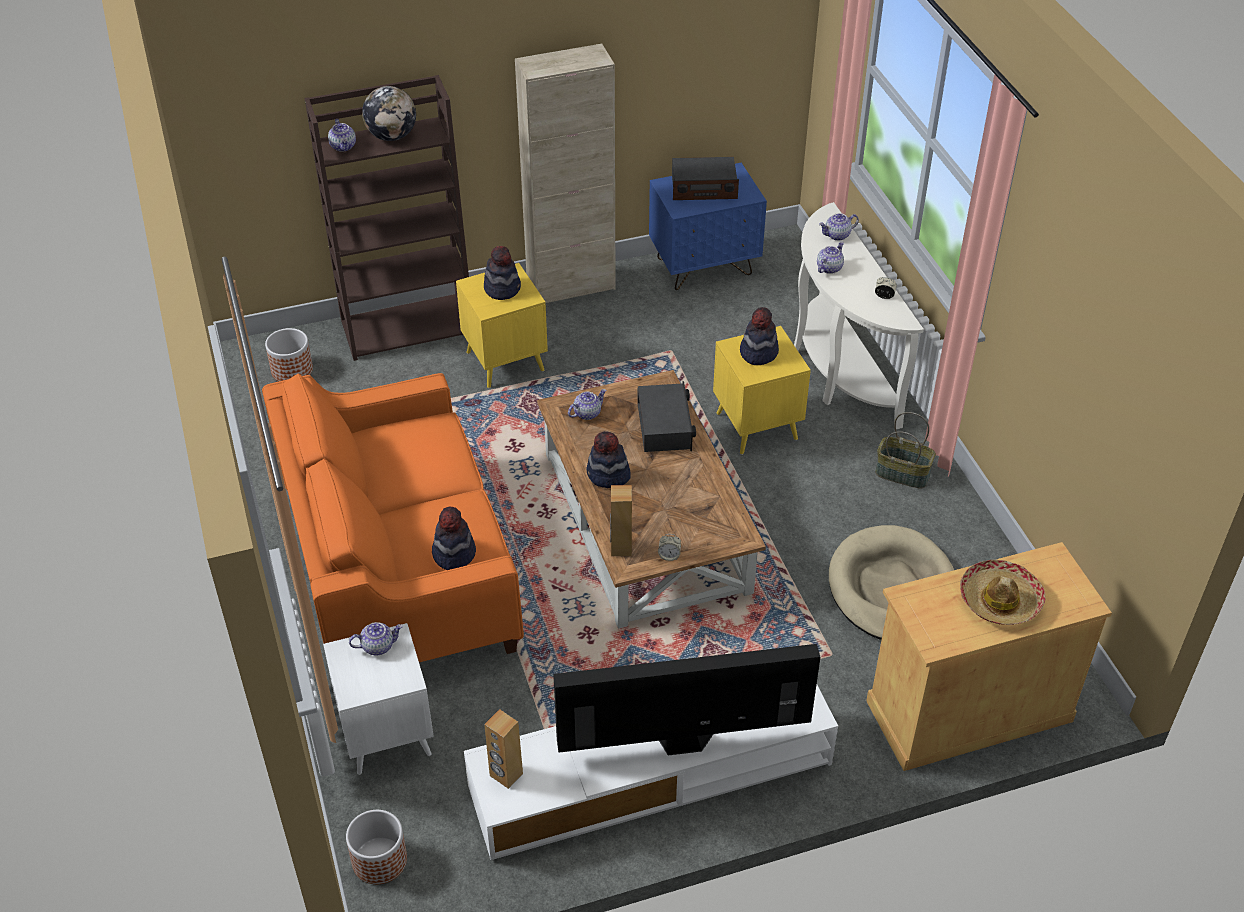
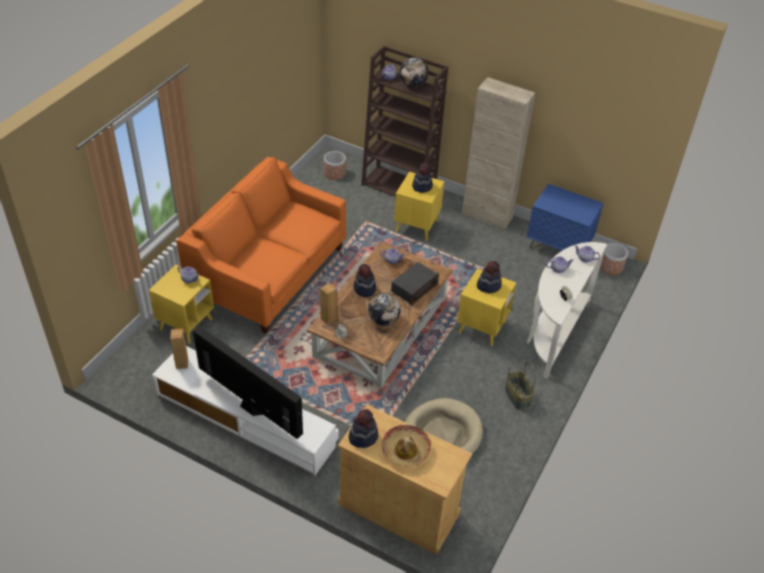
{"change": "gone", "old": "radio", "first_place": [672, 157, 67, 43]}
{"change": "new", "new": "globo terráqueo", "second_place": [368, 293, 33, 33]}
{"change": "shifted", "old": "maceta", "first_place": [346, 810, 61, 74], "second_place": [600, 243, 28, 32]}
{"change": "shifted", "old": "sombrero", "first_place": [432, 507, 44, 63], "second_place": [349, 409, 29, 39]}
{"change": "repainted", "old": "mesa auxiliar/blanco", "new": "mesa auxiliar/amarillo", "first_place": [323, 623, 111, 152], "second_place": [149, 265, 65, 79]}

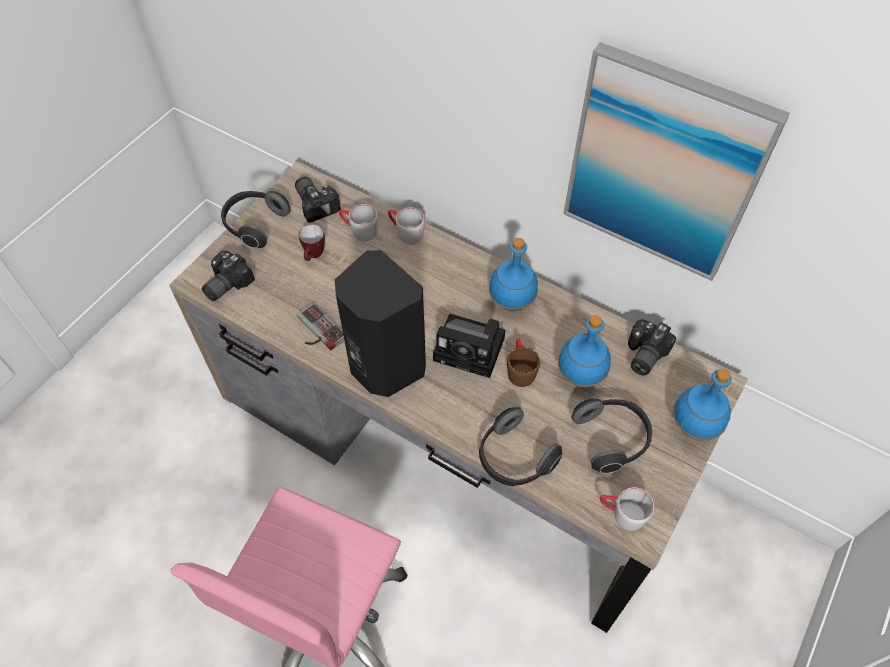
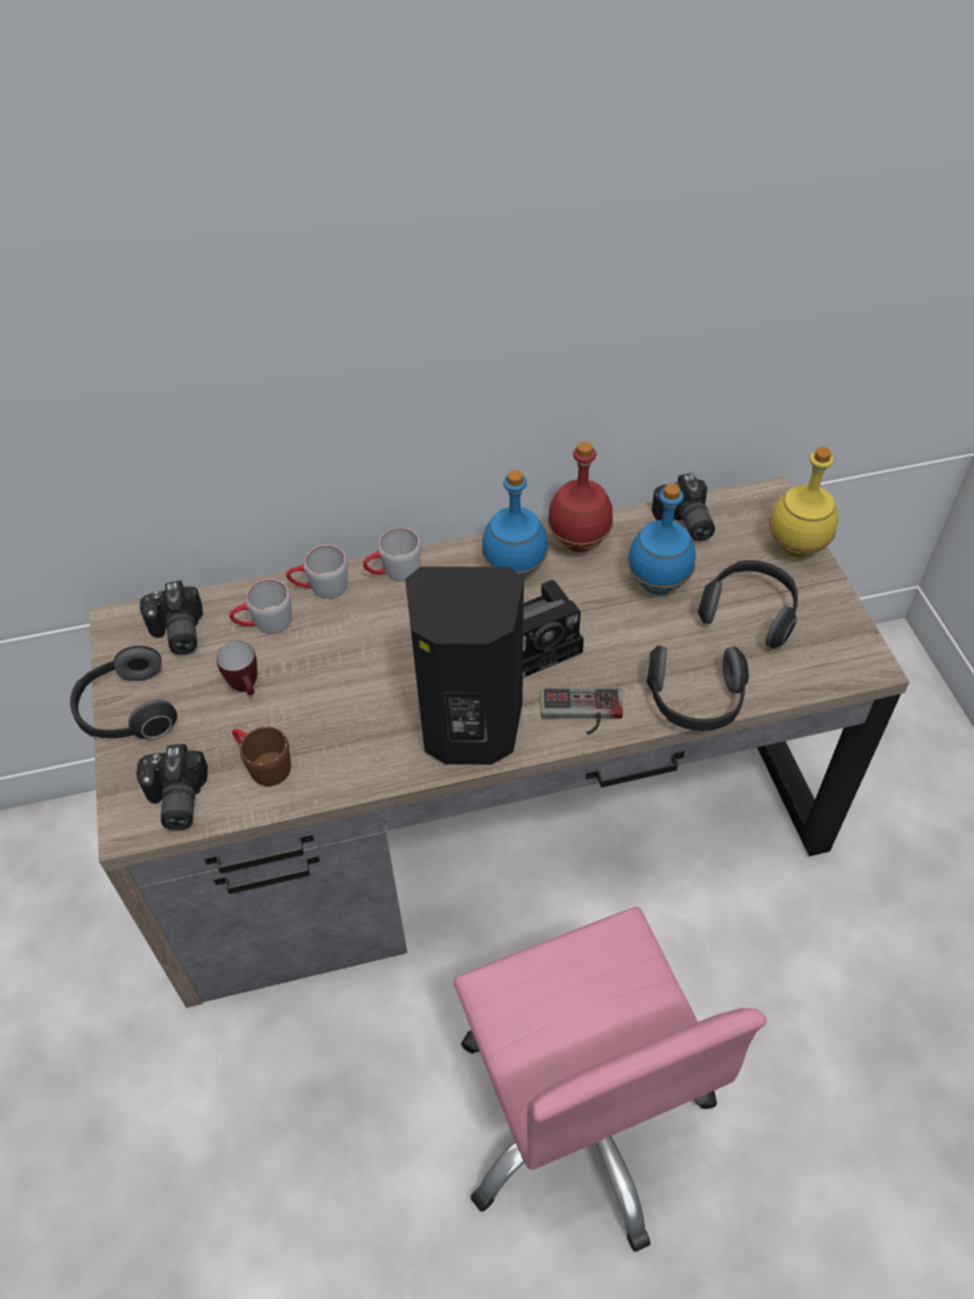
{"change": "gone", "old": "cuadro", "first_place": [563, 42, 227, 239]}
{"change": "new", "new": "botella/rojo", "second_place": [548, 442, 65, 110]}
{"change": "shifted", "old": "mando de consola", "first_place": [297, 303, 47, 47], "second_place": [540, 688, 83, 47]}
{"change": "shifted", "old": "taza grande/marrón", "first_place": [507, 338, 33, 49], "second_place": [232, 726, 59, 60]}
{"change": "shifted", "old": "taza grande/gris", "first_place": [599, 487, 55, 44], "second_place": [363, 528, 58, 53]}
{"change": "repainted", "old": "botella/azul", "new": "botella/amarillo", "first_place": [673, 369, 59, 72], "second_place": [769, 447, 69, 111]}
{"change": "rotated", "old": "cámara", "first_place": [295, 177, 46, 46], "second_place": [140, 581, 63, 74], "degrees": -120}

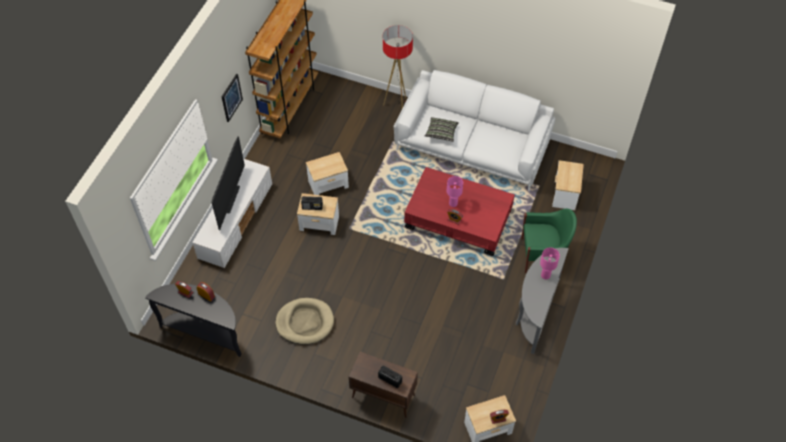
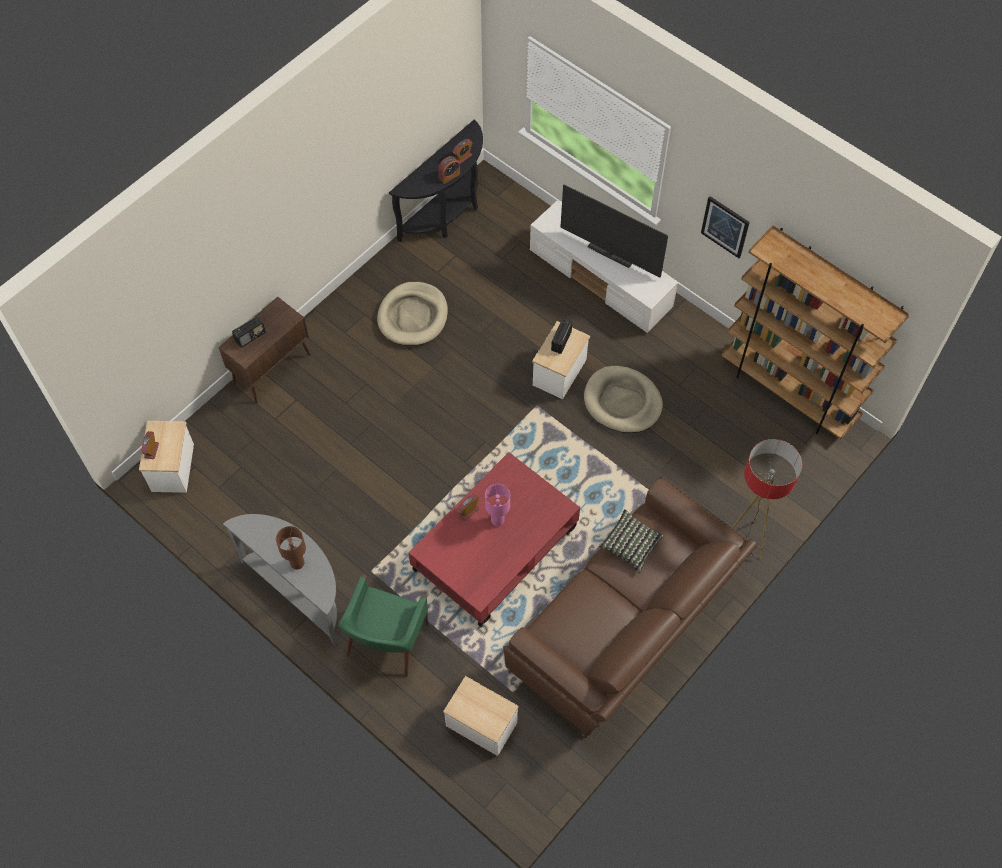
{"change": "swapped", "old": "mesa auxiliar", "new": "cama para perro/beis", "first_place": [306, 152, 43, 43], "second_place": [584, 366, 79, 67]}
{"change": "repainted", "old": "sofá/blanco", "new": "sofá/marrón", "first_place": [394, 70, 161, 121], "second_place": [503, 477, 254, 261]}
{"change": "repainted", "old": "lámpara de mesa/rosa", "new": "lámpara de mesa/marrón", "first_place": [540, 248, 20, 32], "second_place": [276, 526, 30, 44]}

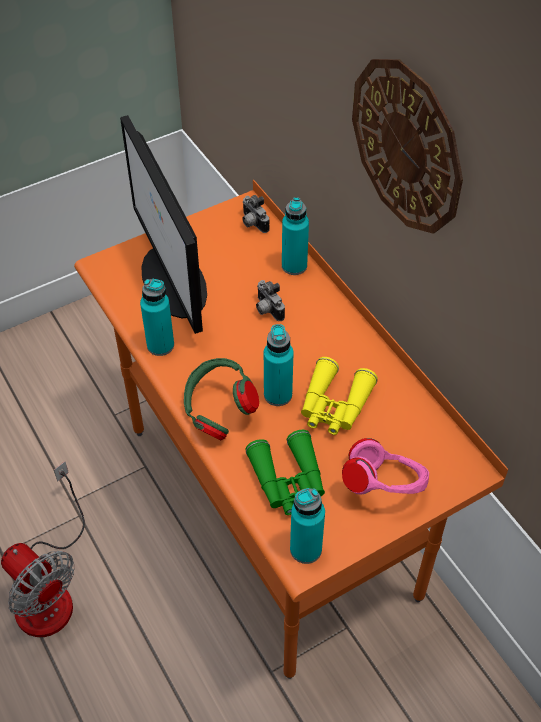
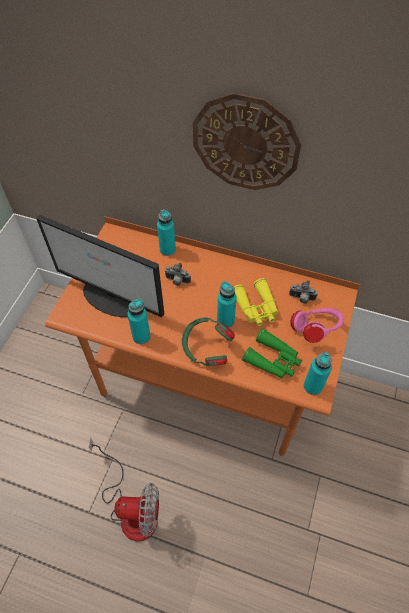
{"change": "shifted", "old": "cámara", "first_place": [242, 195, 27, 38], "second_place": [289, 280, 29, 24]}

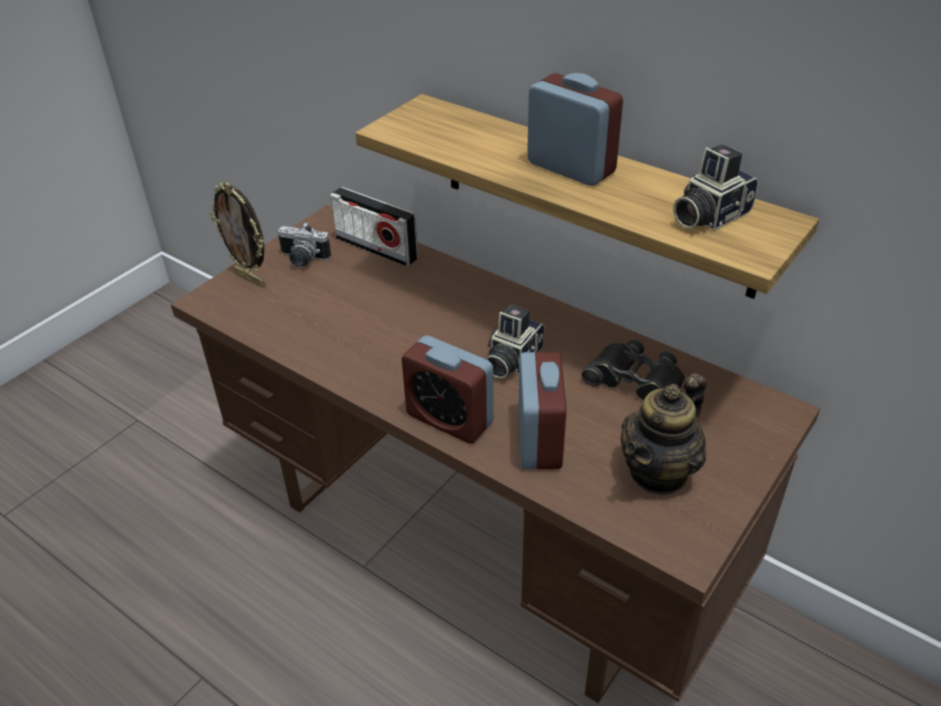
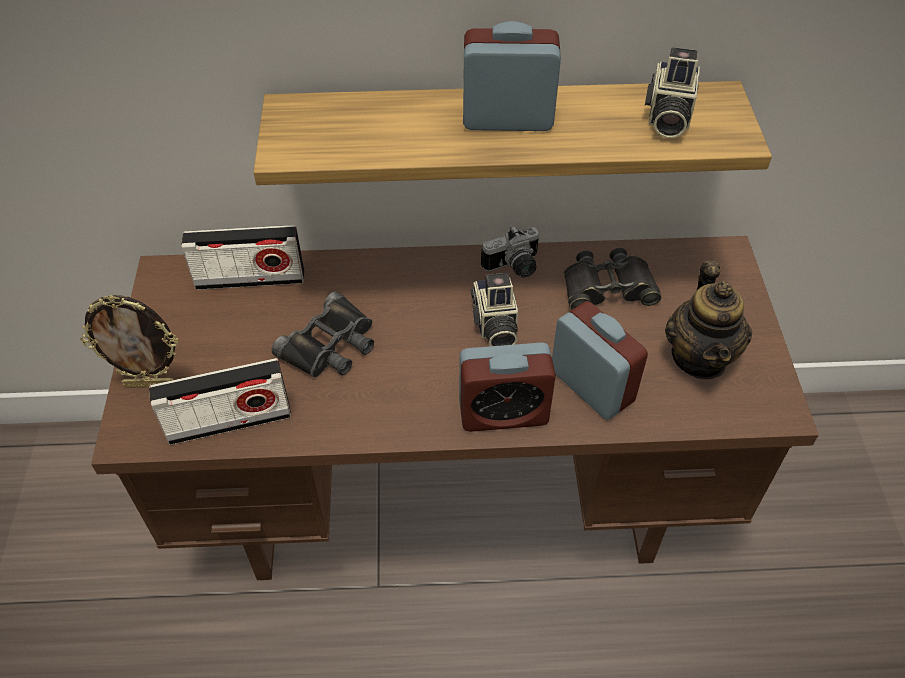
{"change": "new", "new": "radio", "second_place": [149, 358, 142, 87]}
{"change": "new", "new": "prismáticos/negro", "second_place": [272, 291, 102, 86]}
{"change": "shifted", "old": "cámara", "first_place": [278, 222, 53, 45], "second_place": [481, 226, 59, 52]}

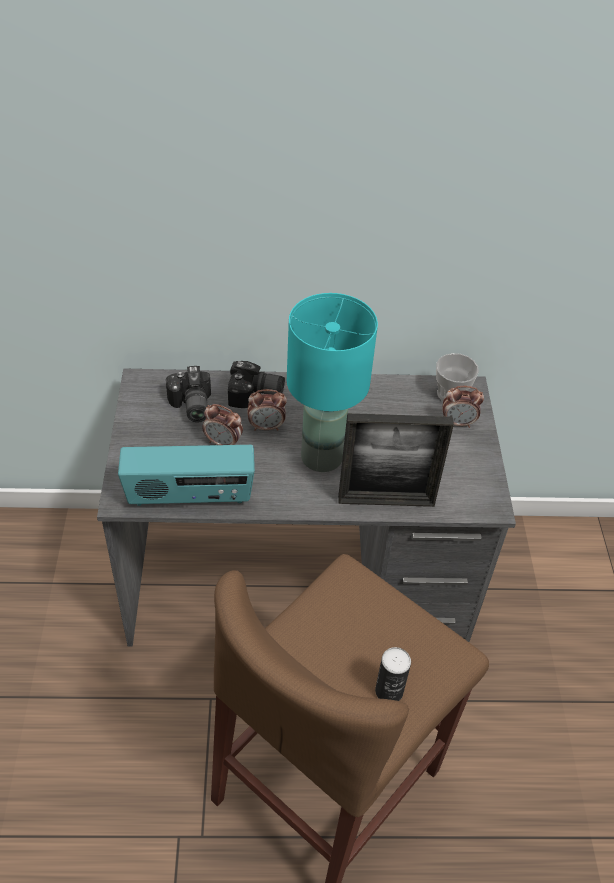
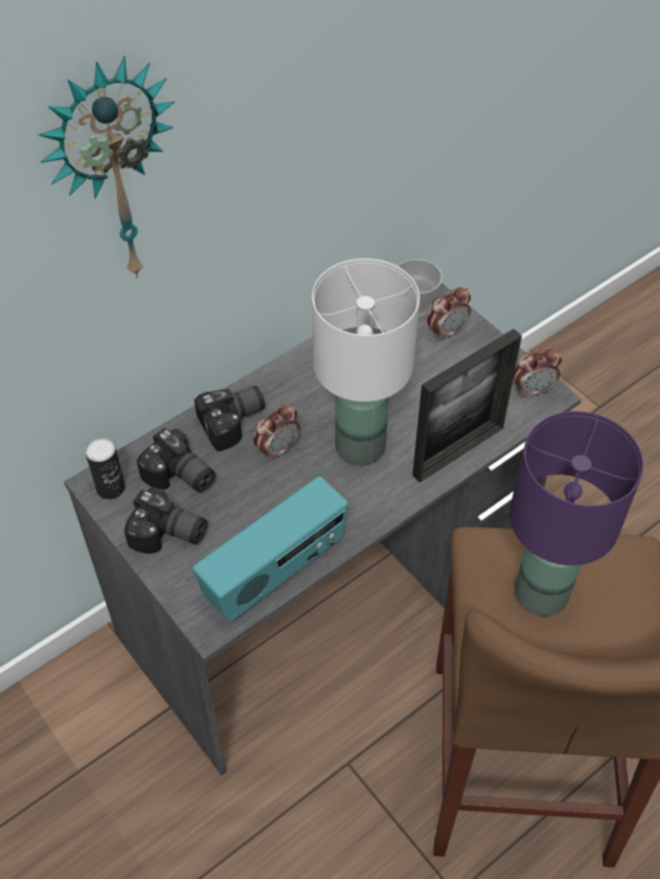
{"change": "new", "new": "reloj de pared", "second_place": [39, 56, 135, 222]}
{"change": "new", "new": "cámara", "second_place": [124, 487, 84, 67]}
{"change": "new", "new": "lámpara de mesa/morado", "second_place": [510, 411, 133, 205]}
{"change": "shifted", "old": "despertador", "first_place": [202, 404, 41, 41], "second_place": [513, 348, 49, 50]}
{"change": "shifted", "old": "lata", "first_place": [375, 647, 36, 54], "second_place": [85, 437, 40, 62]}
{"change": "repainted", "old": "lámpara de mesa/turquesa", "new": "lámpara de mesa/blanco", "first_place": [287, 293, 91, 179], "second_place": [312, 258, 108, 207]}

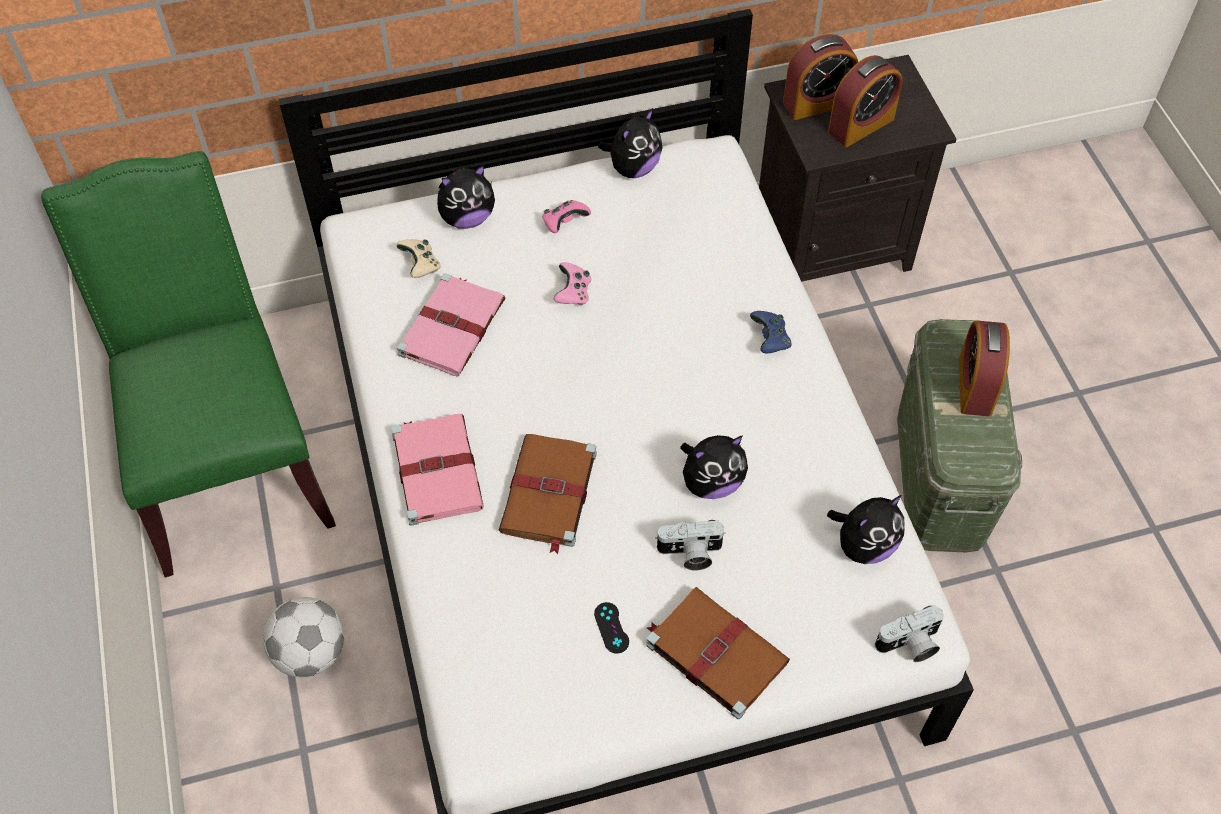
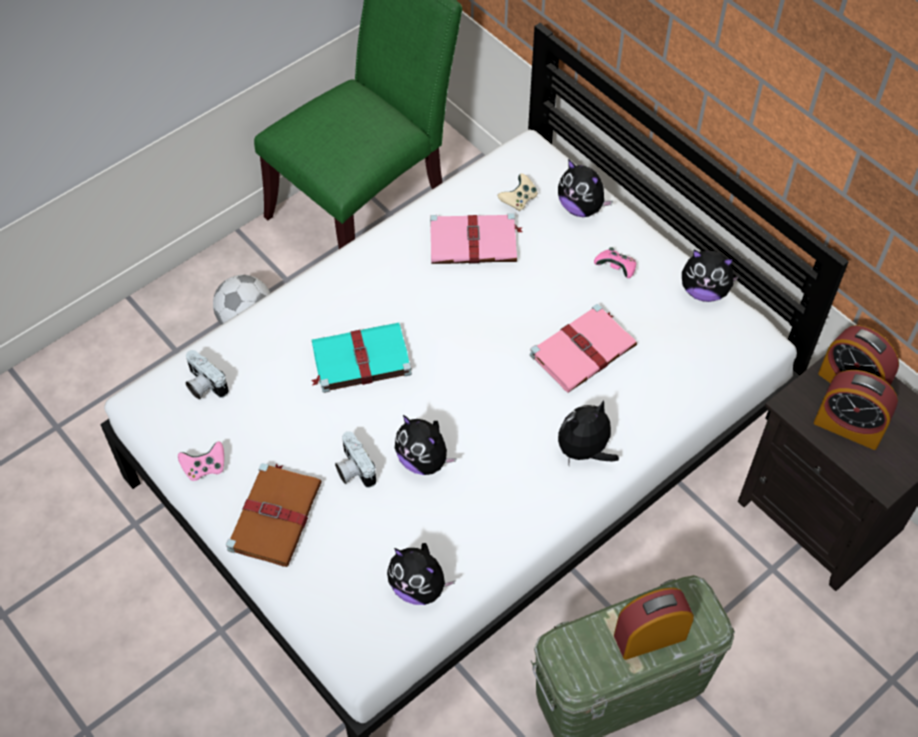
{"change": "gone", "old": "mando de consola/negro", "first_place": [594, 602, 35, 52]}
{"change": "shifted", "old": "libro/rosa", "first_place": [391, 414, 93, 112], "second_place": [530, 304, 107, 89]}
{"change": "shifted", "old": "mando de consola/rosa", "first_place": [554, 262, 37, 43], "second_place": [178, 441, 46, 40]}
{"change": "shifted", "old": "cámara", "first_place": [875, 605, 69, 57], "second_place": [185, 350, 44, 49]}
{"change": "swapped", "old": "mando de consola/azul", "new": "peluche", "first_place": [750, 311, 42, 42], "second_place": [558, 400, 61, 64]}
{"change": "repainted", "old": "libro/marrón", "new": "libro/turquesa", "first_place": [499, 434, 98, 120], "second_place": [311, 323, 101, 70]}

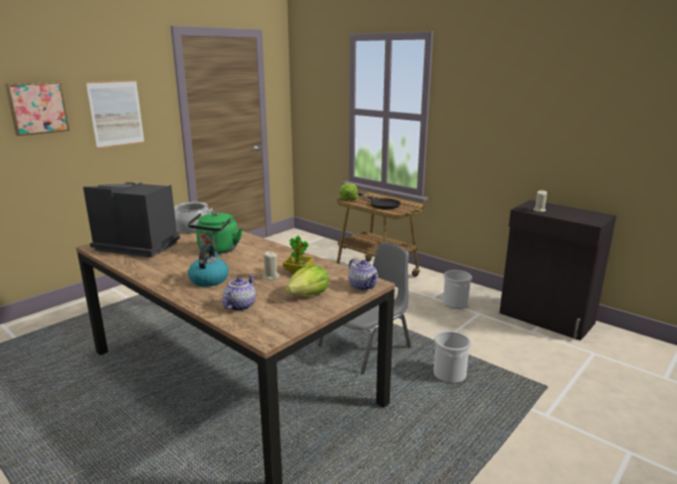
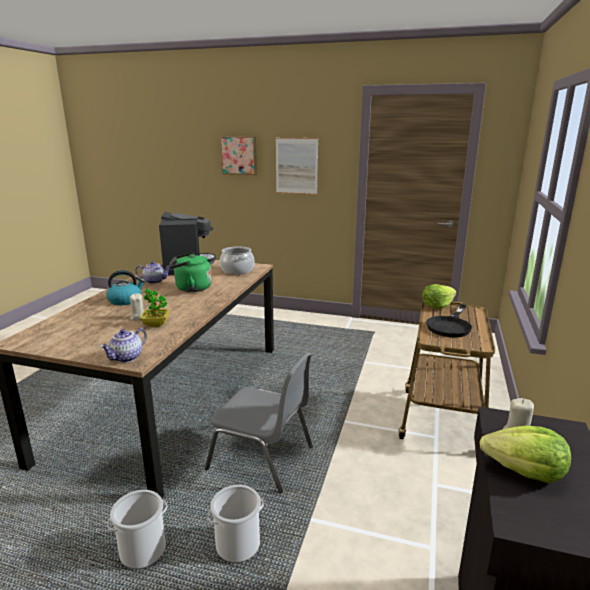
{"change": "shifted", "old": "tetera", "first_place": [222, 275, 34, 36], "second_place": [136, 261, 33, 23]}
{"change": "shifted", "old": "lechuga", "first_place": [286, 265, 43, 31], "second_place": [479, 426, 92, 58]}
{"change": "shifted", "old": "cubo", "first_place": [443, 270, 29, 39], "second_place": [107, 490, 60, 79]}

